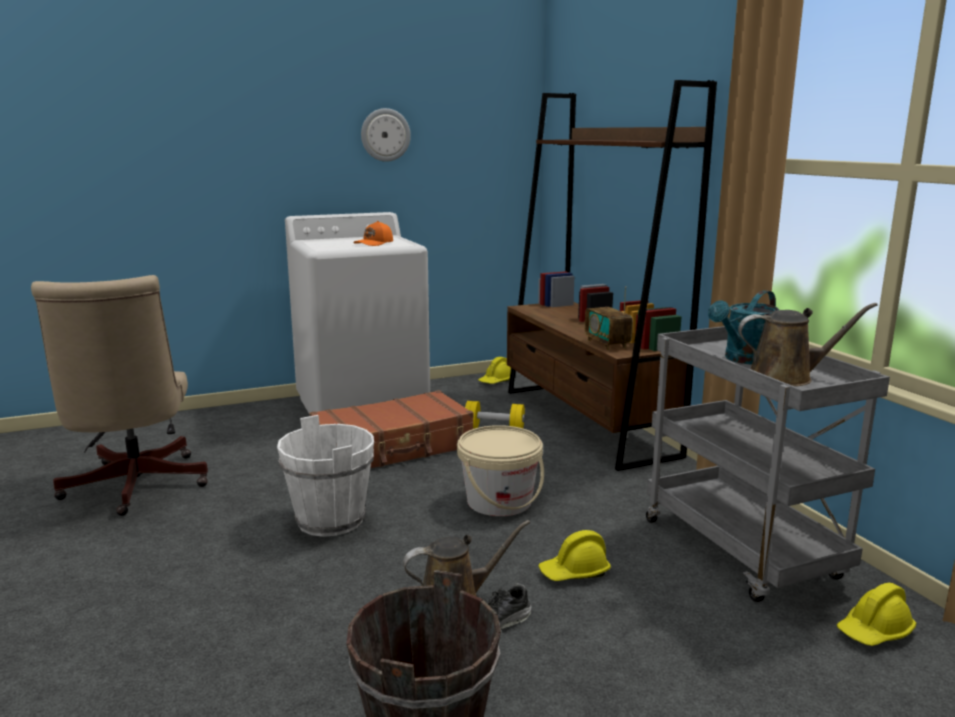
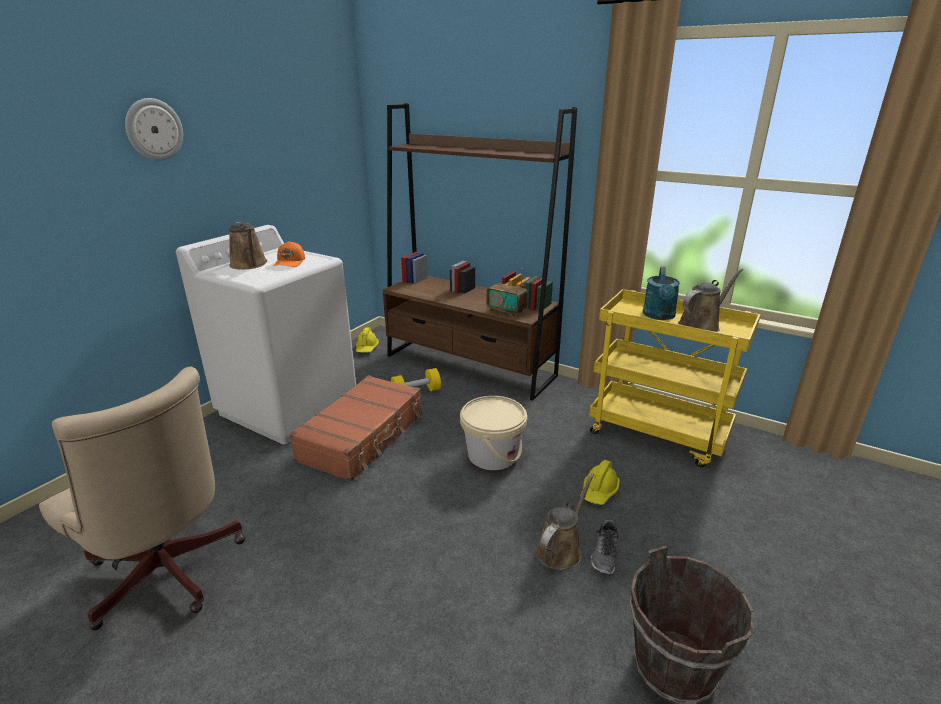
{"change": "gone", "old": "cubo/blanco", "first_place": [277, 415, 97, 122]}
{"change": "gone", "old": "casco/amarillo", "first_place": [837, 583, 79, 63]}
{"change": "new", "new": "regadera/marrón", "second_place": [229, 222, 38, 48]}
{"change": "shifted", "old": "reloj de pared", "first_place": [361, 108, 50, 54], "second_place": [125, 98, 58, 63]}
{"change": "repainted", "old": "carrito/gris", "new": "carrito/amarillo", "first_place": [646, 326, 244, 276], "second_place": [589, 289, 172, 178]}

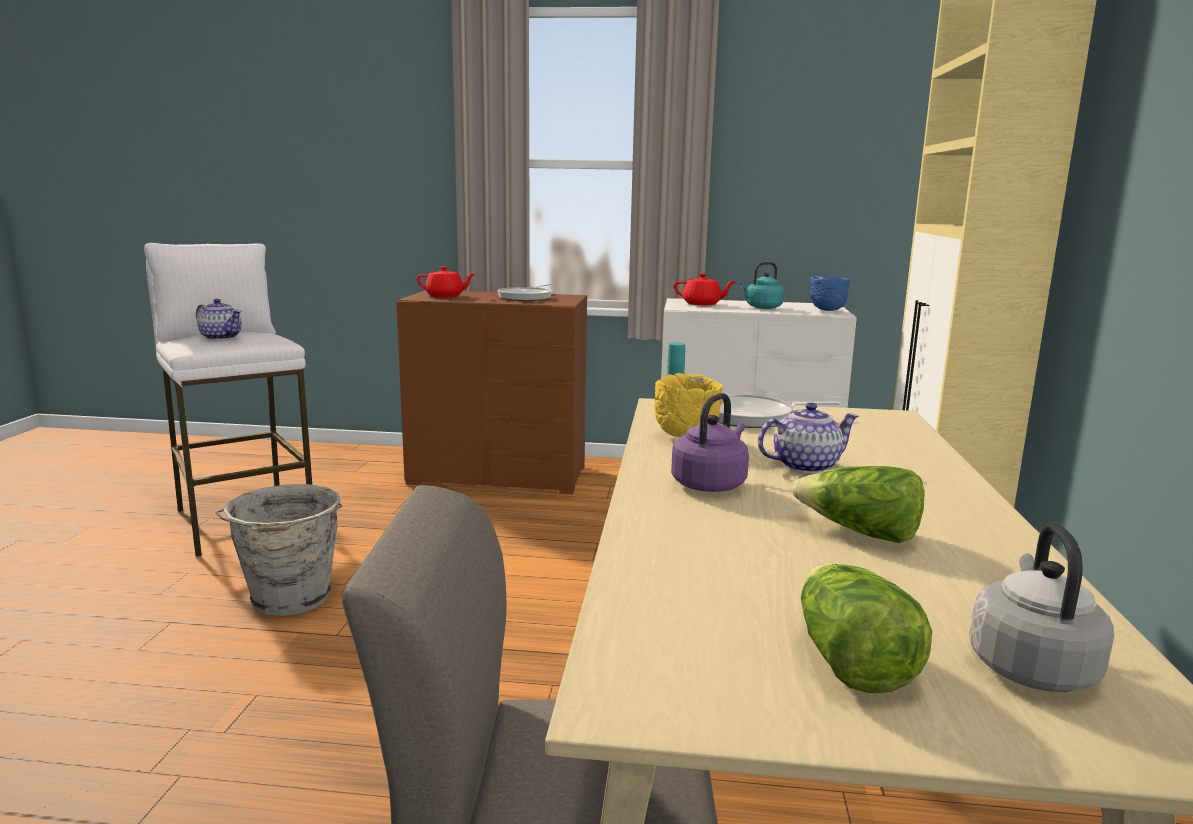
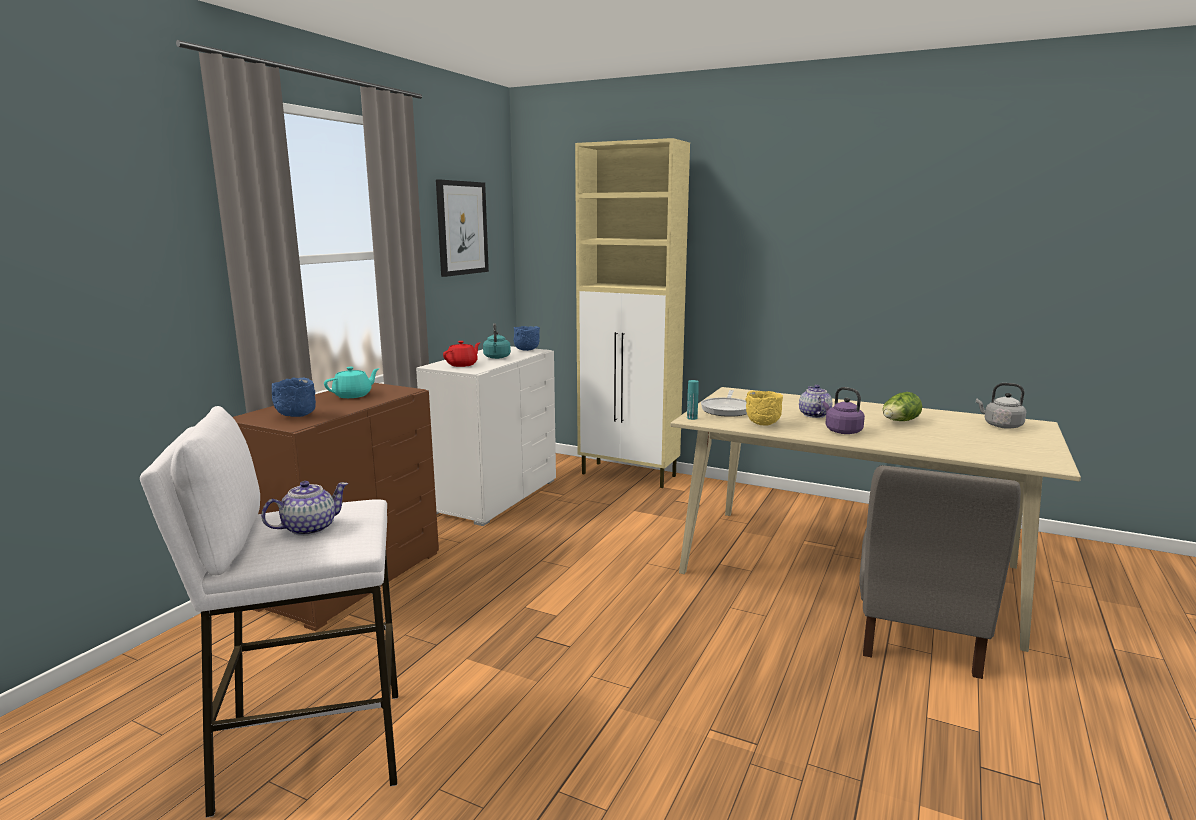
{"change": "gone", "old": "cubo/gris", "first_place": [216, 484, 126, 132]}
{"change": "gone", "old": "lechuga", "first_place": [801, 564, 131, 129]}
{"change": "new", "new": "cuadro", "second_place": [436, 179, 53, 98]}
{"change": "swapped", "old": "tetera/rojo", "new": "cuenco/azul", "first_place": [416, 266, 59, 31], "second_place": [272, 378, 44, 39]}
{"change": "swapped", "old": "sartén", "new": "tetera/turquesa", "first_place": [498, 283, 54, 18], "second_place": [324, 367, 56, 31]}

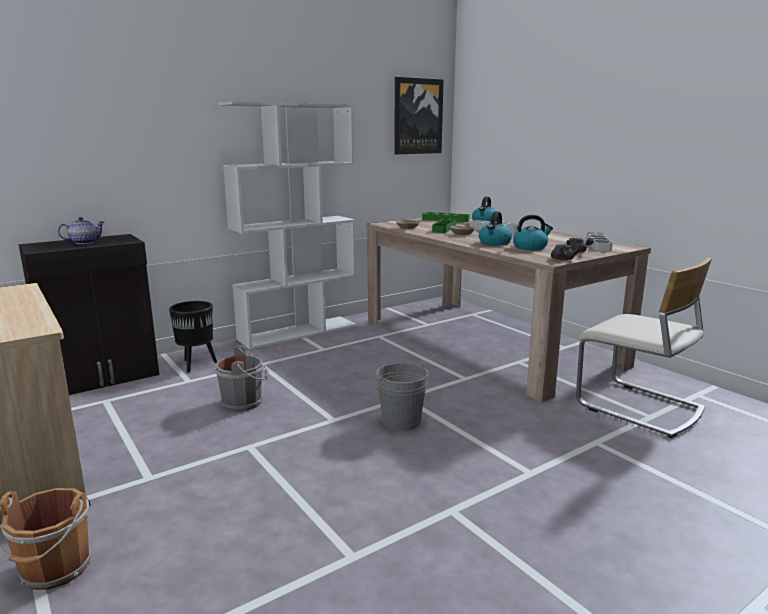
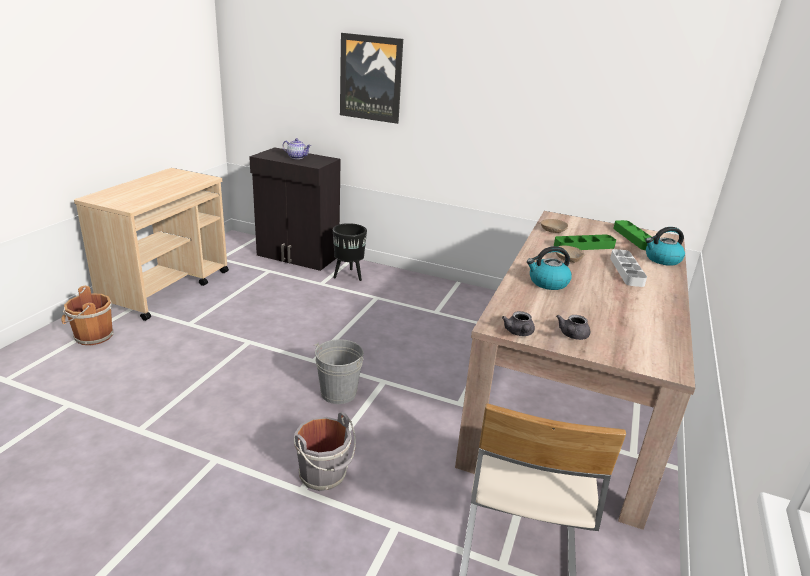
{"change": "gone", "old": "estantería/blanco", "first_place": [218, 101, 139, 249]}
{"change": "gone", "old": "hervidor", "first_place": [513, 215, 40, 35]}
{"change": "gone", "old": "bandeja/gris", "first_place": [586, 232, 27, 19]}
{"change": "shifted", "old": "cubo/gris", "first_place": [215, 345, 54, 67], "second_place": [294, 412, 62, 79]}
{"change": "shifted", "old": "cuadro", "first_place": [394, 77, 50, 77], "second_place": [340, 33, 63, 91]}

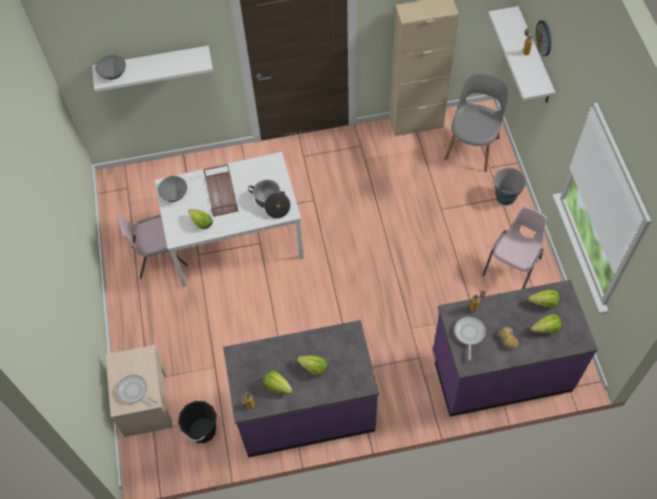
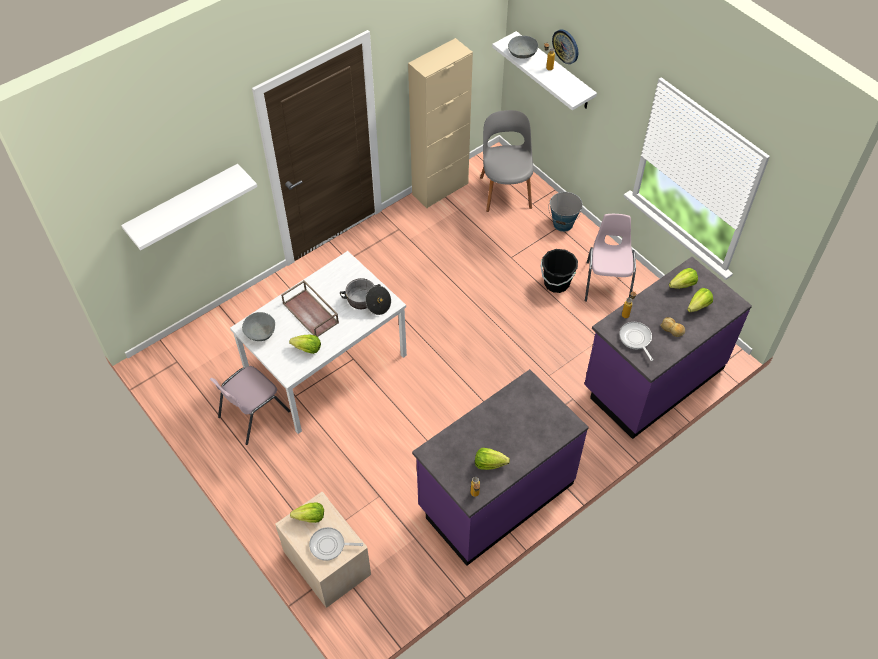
{"change": "shifted", "old": "cuenco/gris", "first_place": [95, 55, 31, 25], "second_place": [508, 36, 30, 23]}
{"change": "shifted", "old": "cubo/negro", "first_place": [178, 401, 39, 42], "second_place": [541, 249, 37, 44]}
{"change": "shifted", "old": "lechuga", "first_place": [297, 356, 31, 20], "second_place": [290, 502, 34, 21]}

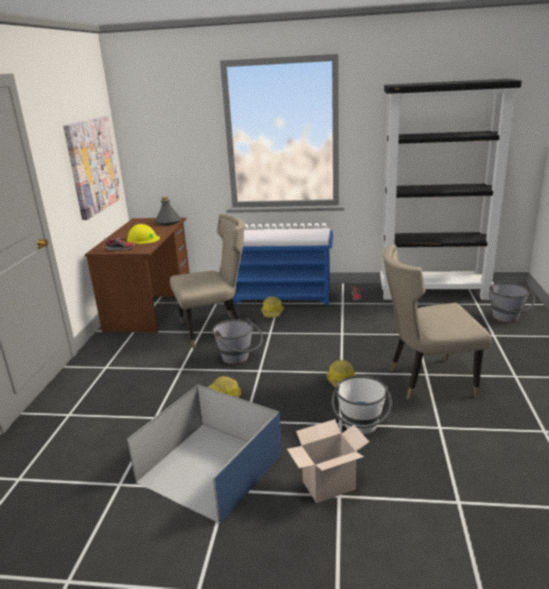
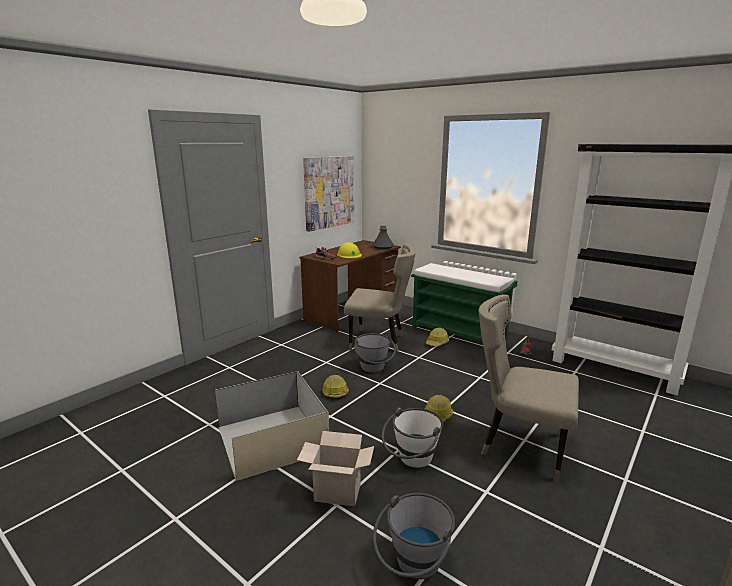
{"change": "shifted", "old": "cubo/gris", "first_place": [489, 282, 46, 40], "second_place": [373, 493, 82, 86]}
{"change": "repainted", "old": "caja de almacenaje/azul", "new": "caja de almacenaje/beis", "first_place": [127, 384, 155, 140], "second_place": [215, 371, 114, 110]}
{"change": "repainted", "old": "banco/azul", "new": "banco/verde", "first_place": [233, 228, 100, 77], "second_place": [411, 263, 107, 79]}

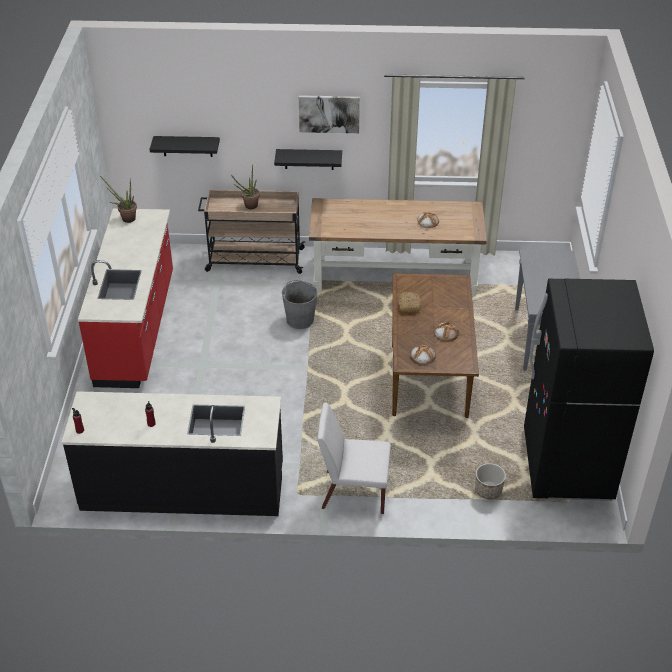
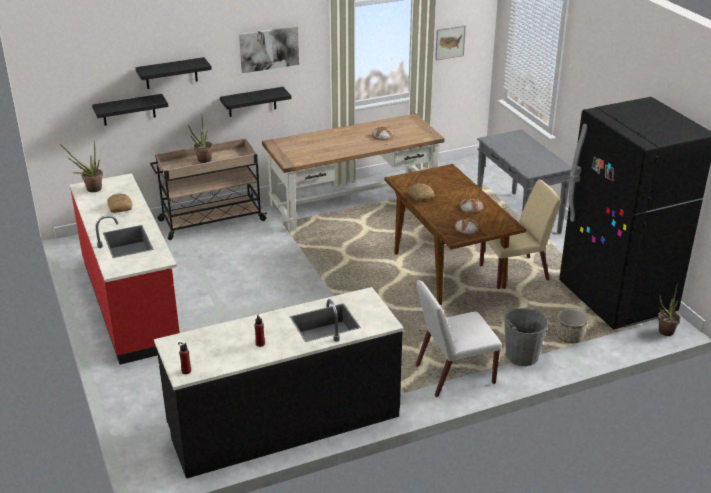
{"change": "new", "new": "pan", "second_place": [107, 193, 25, 20]}
{"change": "new", "new": "estante/negro", "second_place": [135, 57, 77, 32]}
{"change": "new", "new": "cuadro", "second_place": [435, 25, 31, 35]}
{"change": "new", "new": "silla/beis", "second_place": [479, 179, 82, 110]}
{"change": "new", "new": "planta en maceta", "second_place": [658, 282, 23, 54]}
{"change": "shifted", "old": "cubo/gris", "first_place": [282, 280, 36, 49], "second_place": [504, 308, 44, 58]}

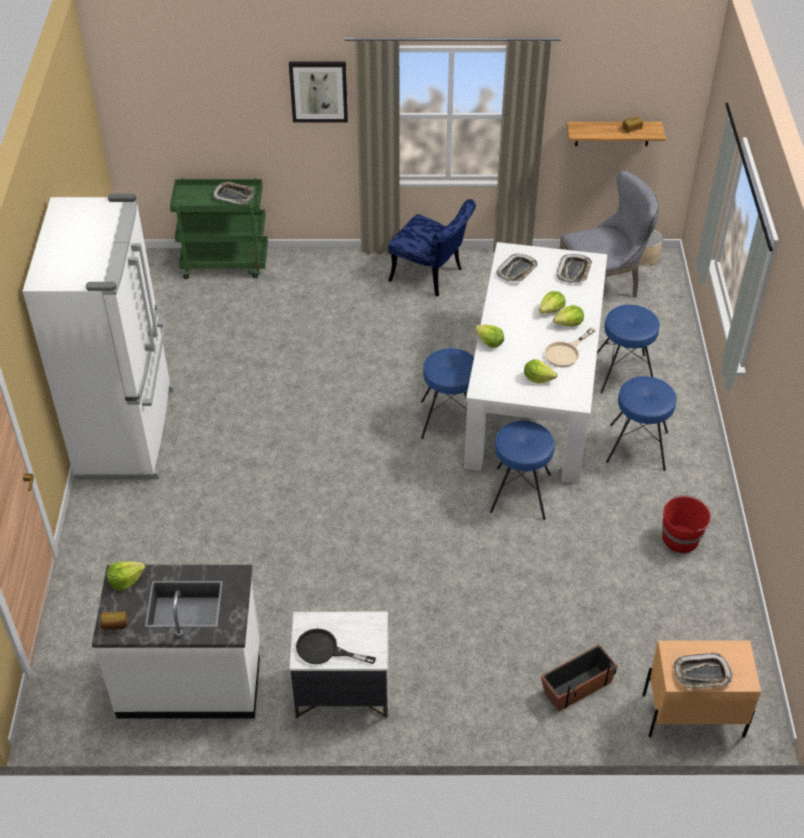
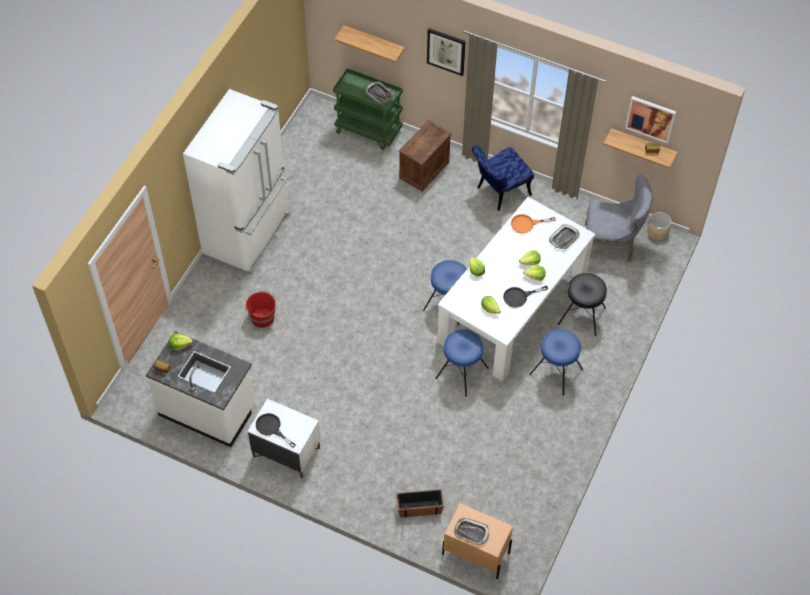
{"change": "new", "new": "estante", "second_place": [334, 26, 71, 36]}
{"change": "new", "new": "caja de embalaje", "second_place": [399, 120, 53, 71]}
{"change": "new", "new": "cuadro", "second_place": [625, 96, 51, 48]}
{"change": "shifted", "old": "cubo/rojo", "first_place": [662, 495, 51, 58], "second_place": [246, 291, 31, 37]}
{"change": "swapped", "old": "bandeja", "new": "sartén/naranja", "first_place": [496, 254, 42, 28], "second_place": [511, 214, 45, 19]}
{"change": "repainted", "old": "sartén/beis", "new": "sartén/negro", "first_place": [544, 327, 51, 40], "second_place": [503, 286, 45, 22]}
{"change": "repainted", "old": "taburete/azul", "new": "taburete/negro", "first_place": [597, 305, 63, 88], "second_place": [558, 273, 49, 63]}
{"change": "rotated", "old": "silla/azul", "first_place": [388, 199, 88, 97], "second_place": [472, 145, 62, 66], "degrees": 90}

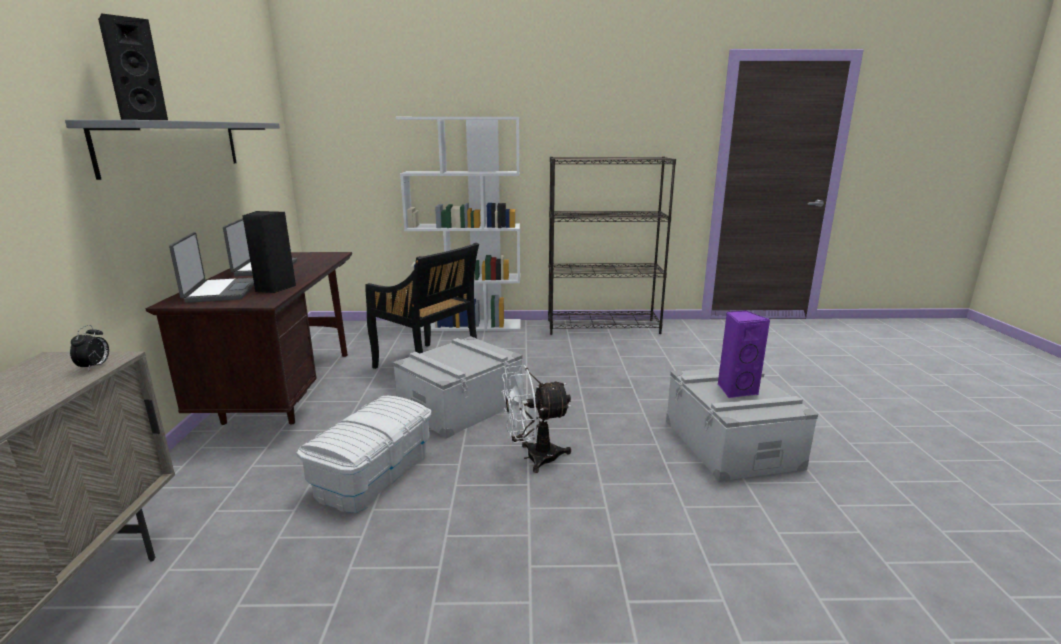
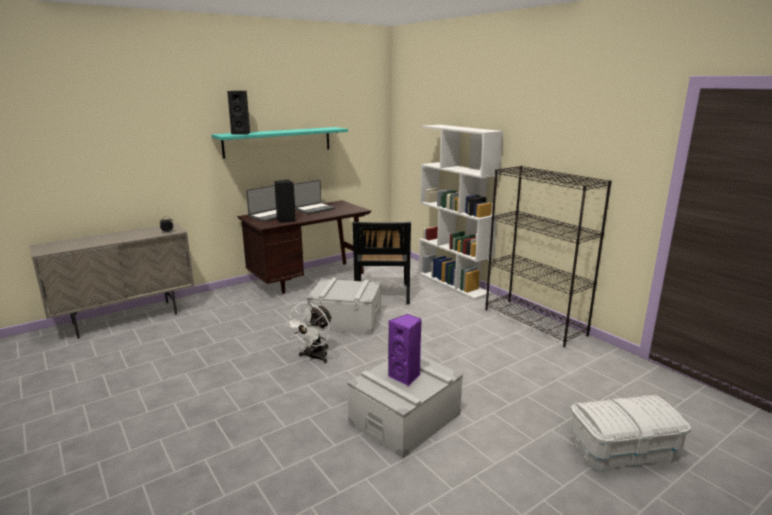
{"change": "shifted", "old": "caja de almacenaje/blanco", "first_place": [297, 396, 135, 117], "second_place": [571, 395, 120, 77]}
{"change": "repainted", "old": "estante/gris", "new": "estante/turquesa", "first_place": [65, 120, 215, 60], "second_place": [211, 127, 137, 31]}
{"change": "rotated", "old": "ventilador/blanco", "first_place": [502, 365, 69, 108], "second_place": [284, 302, 48, 61], "degrees": -105}

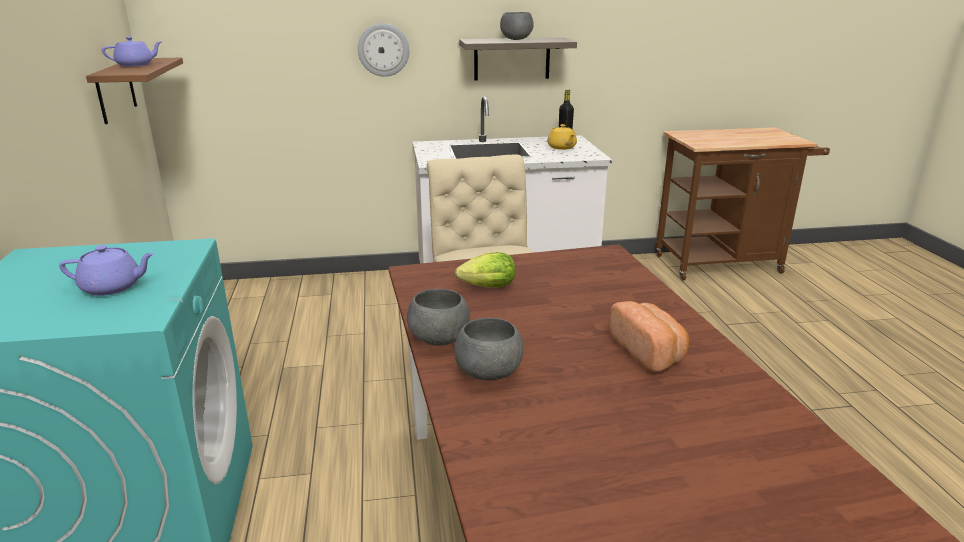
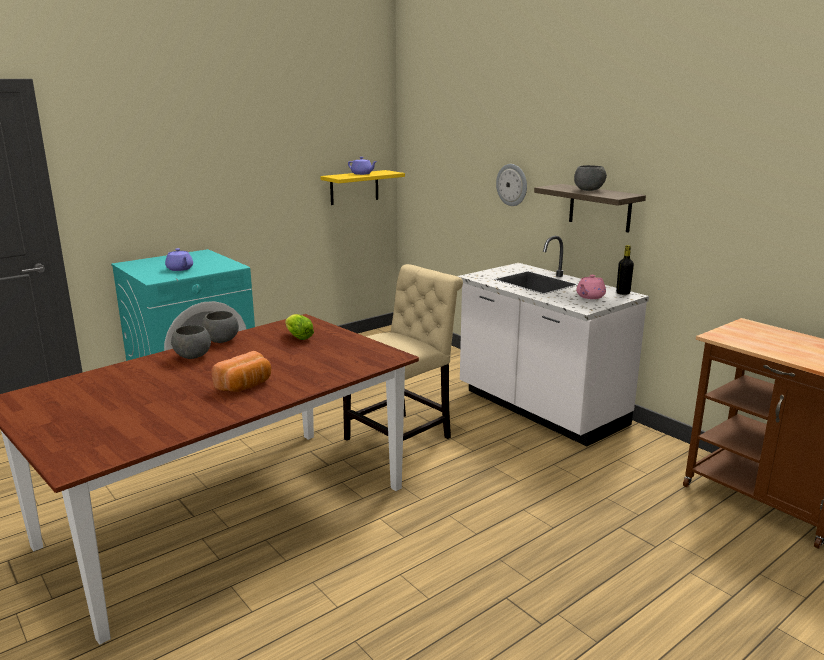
{"change": "repainted", "old": "estante/marrón", "new": "estante/amarillo", "first_place": [86, 58, 97, 66], "second_place": [320, 170, 85, 35]}
{"change": "repainted", "old": "tetera/amarillo", "new": "tetera/rosa", "first_place": [547, 124, 30, 26], "second_place": [576, 275, 30, 24]}

